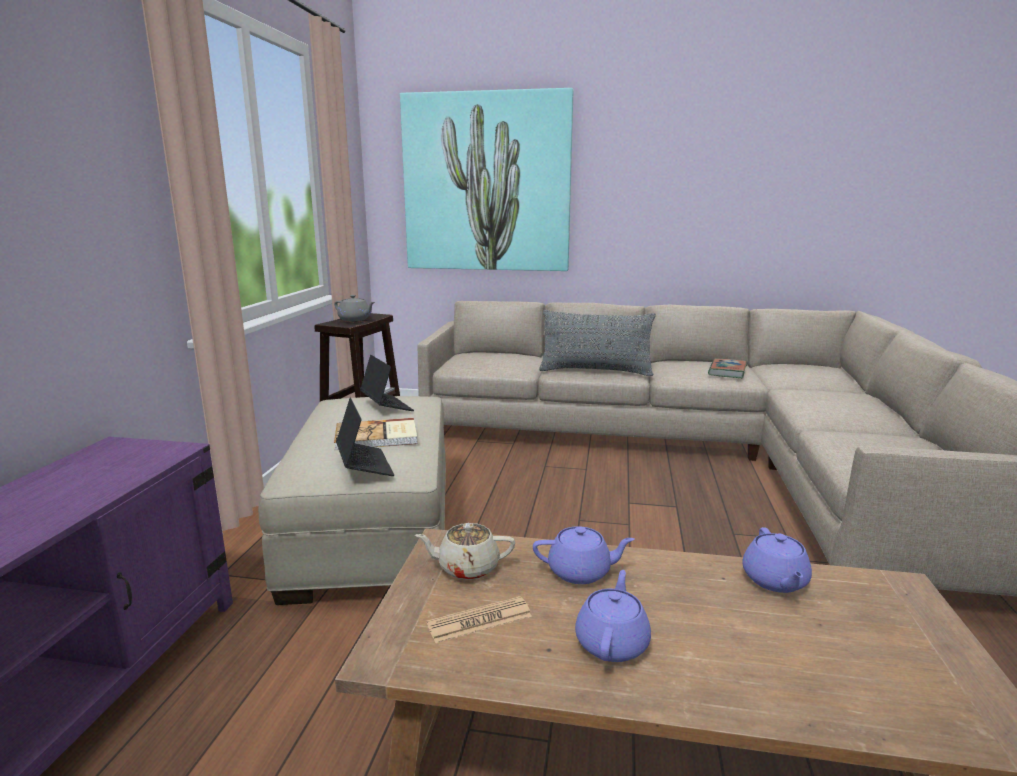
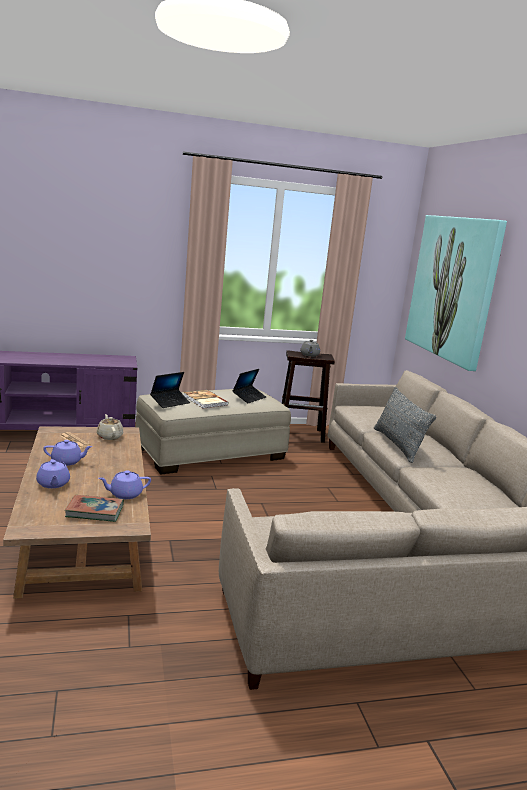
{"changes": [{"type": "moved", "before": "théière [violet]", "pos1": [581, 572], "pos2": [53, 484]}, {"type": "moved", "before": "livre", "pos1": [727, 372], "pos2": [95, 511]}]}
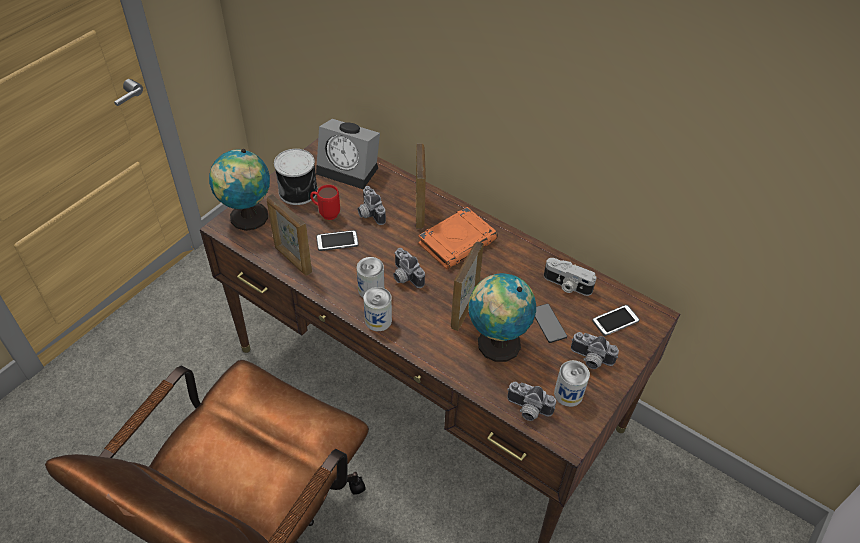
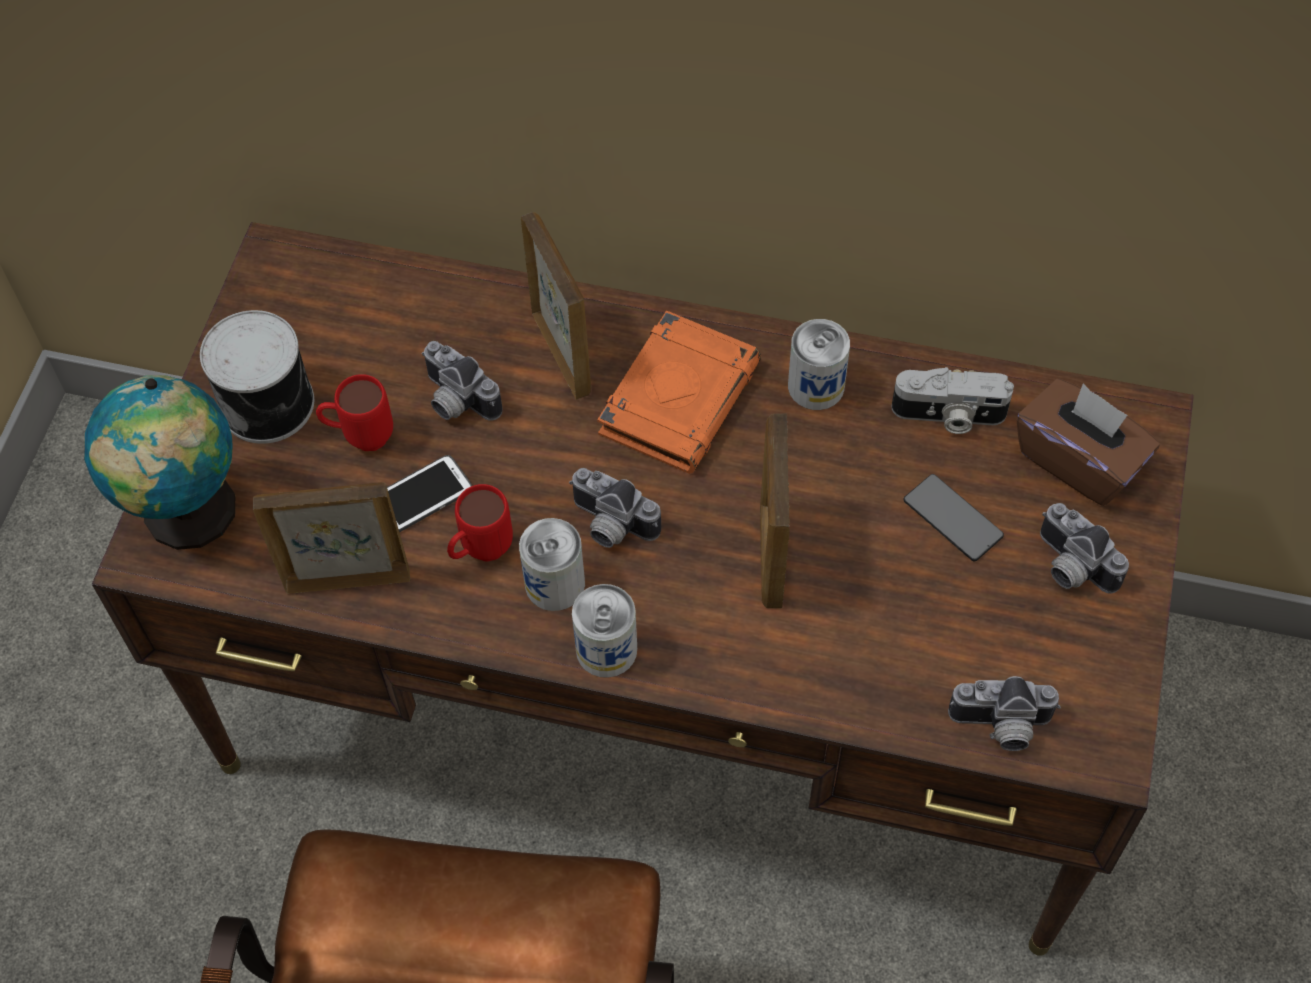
{"changes": [{"type": "removed", "before": "réveil", "pos1": [350, 169]}, {"type": "removed", "before": "globe", "pos1": [495, 344]}, {"type": "added", "after": "mug [rouge]", "pos2": [480, 552]}, {"type": "moved", "before": "boîte métallique", "pos1": [568, 394], "pos2": [816, 386]}, {"type": "replaced", "before": "téléphone", "after": "boîte à mouchoirs [marron]", "pos1": [615, 321], "pos2": [1079, 460]}, {"type": "turned", "before": "cadre photo", "pos1": [292, 260], "pos2": [347, 579], "turn": 150}, {"type": "turned", "before": "appareil photo", "pos1": [590, 360], "pos2": [1069, 567], "turn": 45}]}
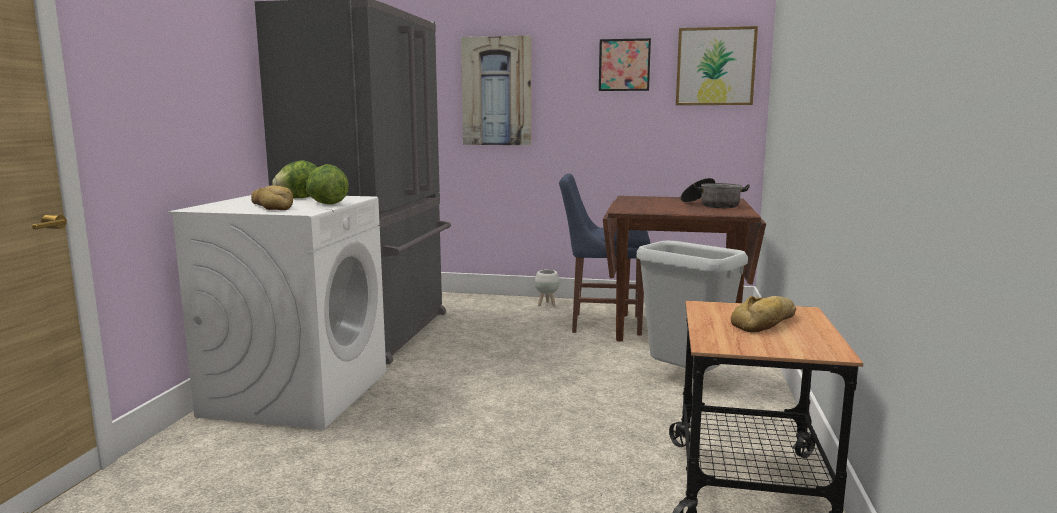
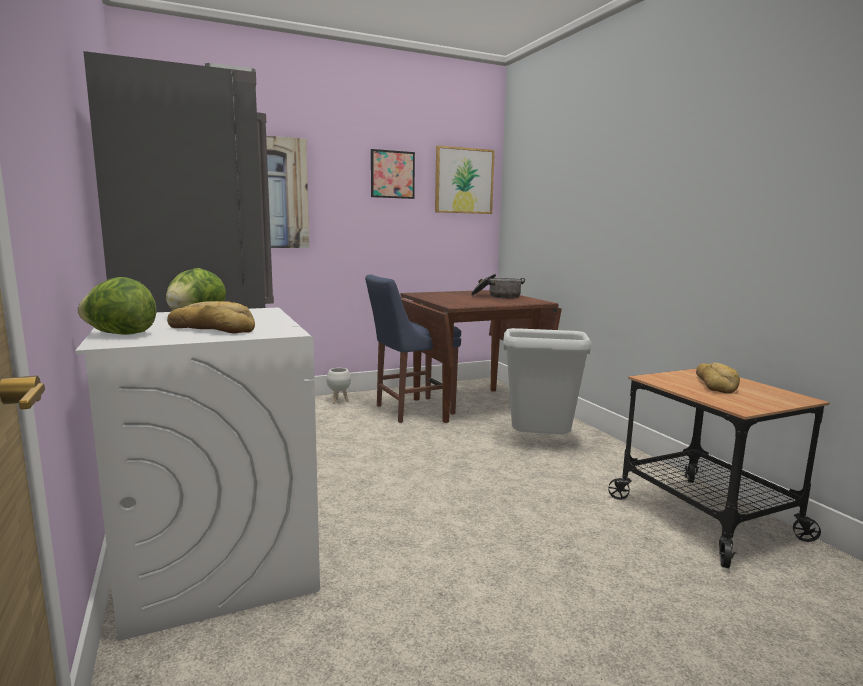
{"changes": [{"type": "moved", "before": "laitue", "pos1": [327, 204], "pos2": [120, 334]}]}
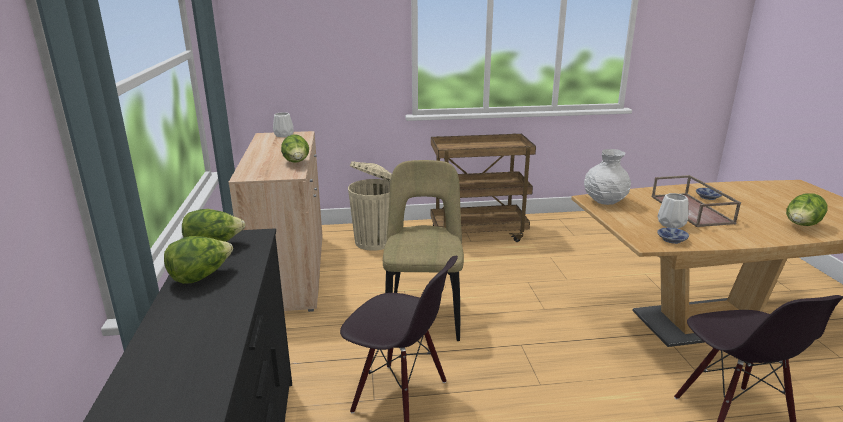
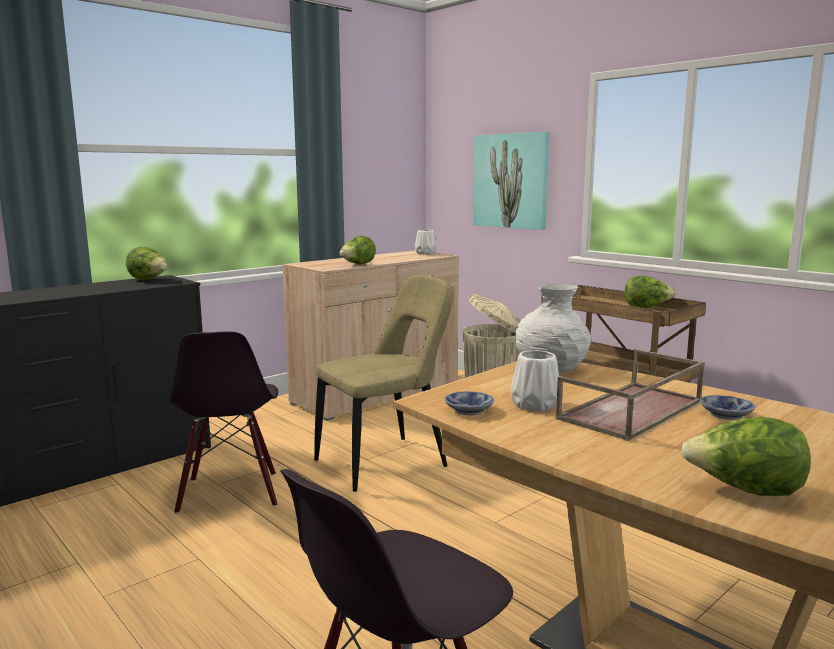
{"changes": [{"type": "added", "after": "tableau", "pos2": [510, 181]}, {"type": "moved", "before": "laitue", "pos1": [201, 276], "pos2": [646, 308]}]}
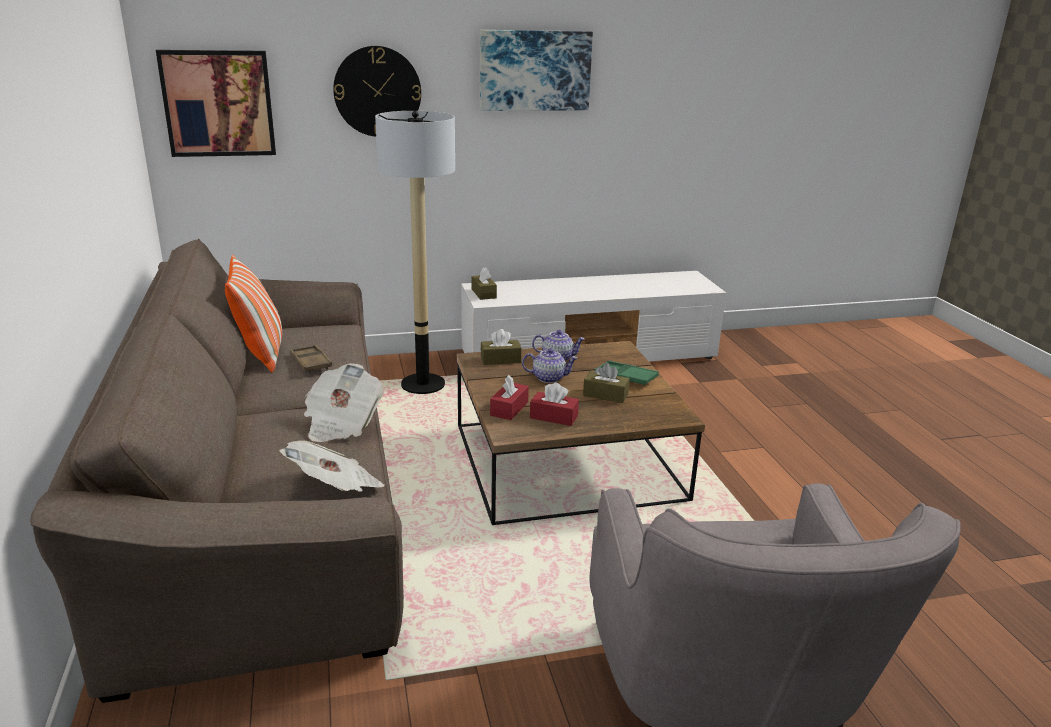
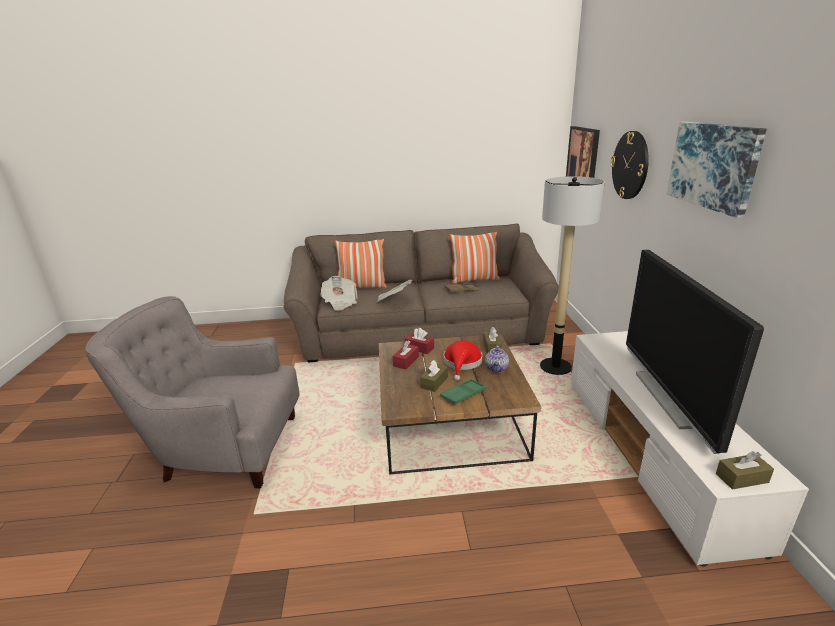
{"changes": [{"type": "added", "after": "coussin", "pos2": [362, 287]}, {"type": "added", "after": "téléviseur", "pos2": [670, 398]}, {"type": "moved", "before": "boîte à mouchoirs [marron]", "pos1": [483, 293], "pos2": [742, 478]}, {"type": "replaced", "before": "théière", "after": "chapeau [rouge]", "pos1": [549, 378], "pos2": [462, 363]}]}
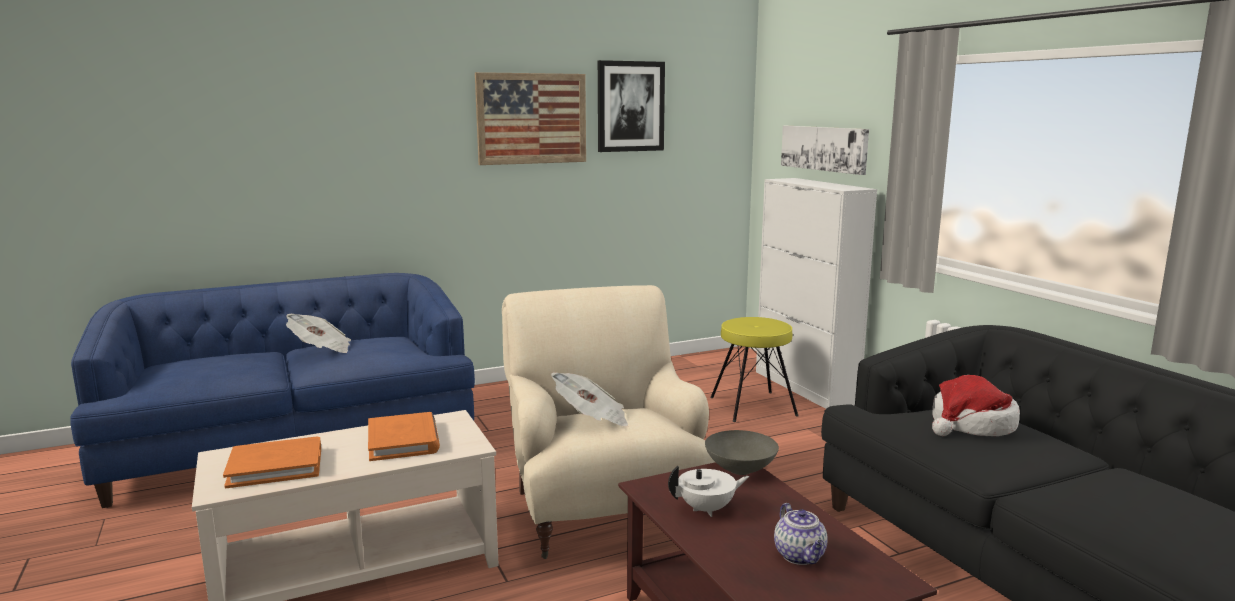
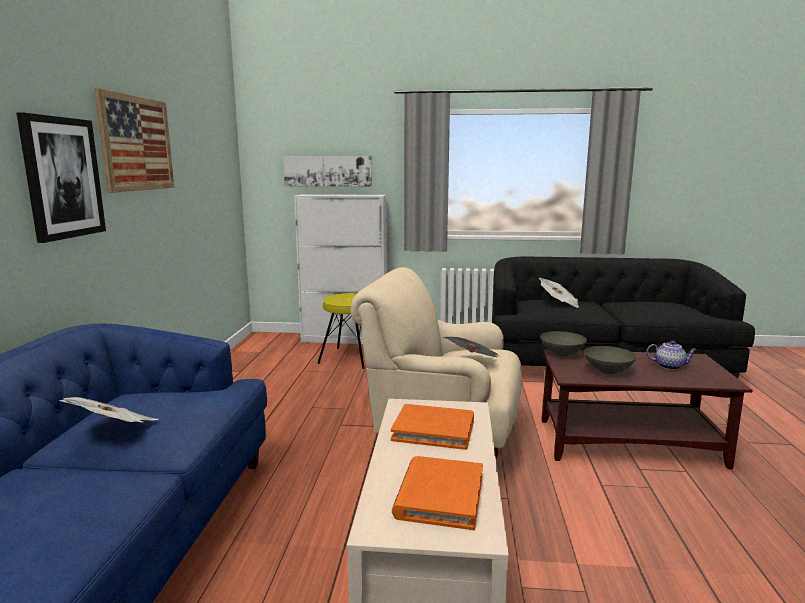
{"changes": [{"type": "moved", "before": "tableau", "pos1": [630, 106], "pos2": [62, 178]}, {"type": "replaced", "before": "théière [blanc]", "after": "bol [gris]", "pos1": [707, 509], "pos2": [608, 371]}, {"type": "replaced", "before": "chapeau", "after": "journal", "pos1": [971, 425], "pos2": [559, 303]}]}
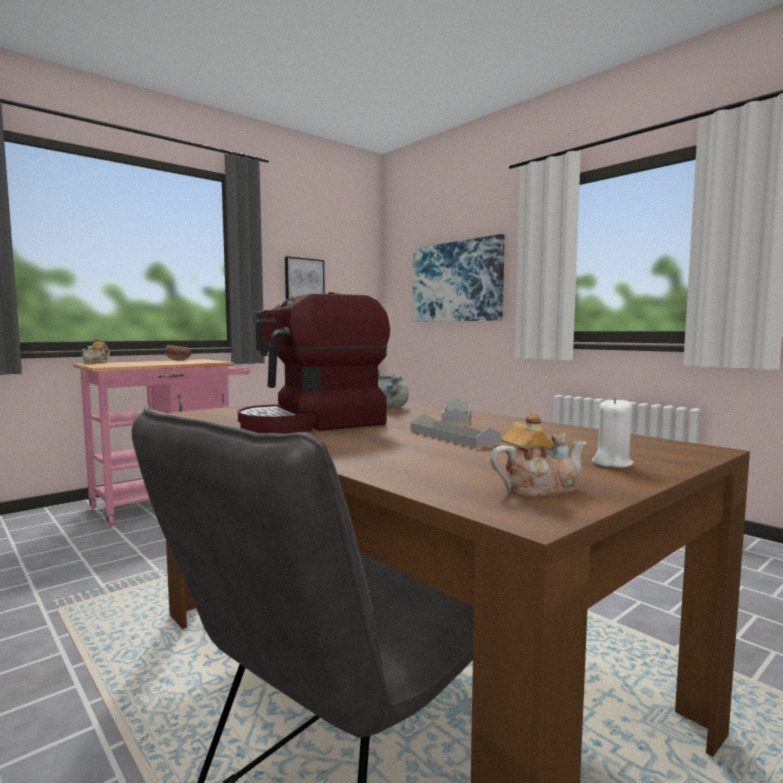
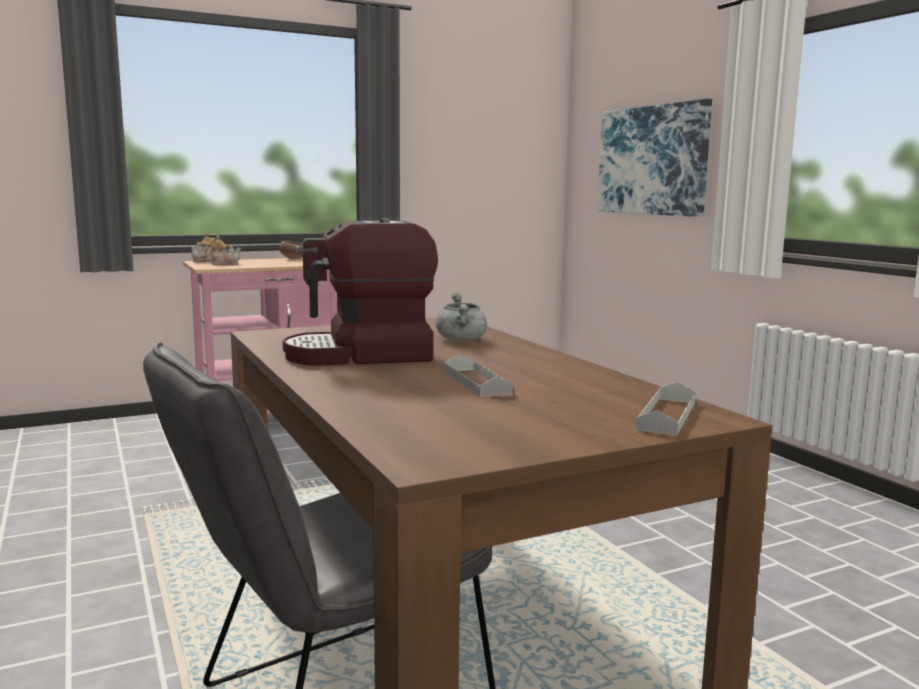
{"changes": [{"type": "removed", "before": "tableau", "pos1": [304, 280]}, {"type": "removed", "before": "bougie [blanc]", "pos1": [611, 463]}, {"type": "moved", "before": "plateau [gris]", "pos1": [456, 416], "pos2": [667, 416]}, {"type": "moved", "before": "théière", "pos1": [537, 488], "pos2": [224, 264]}]}
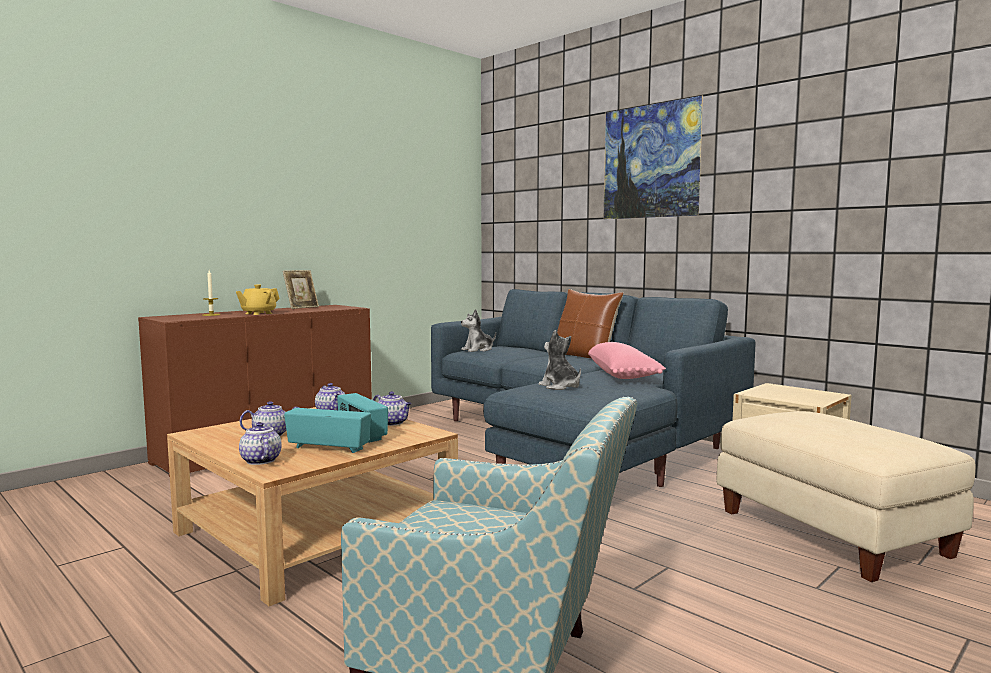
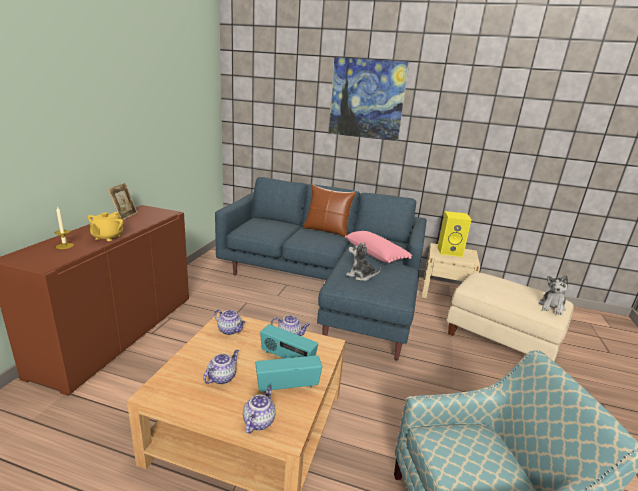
{"changes": [{"type": "added", "after": "enceinte [jaune]", "pos2": [450, 251]}, {"type": "moved", "before": "peluche", "pos1": [478, 350], "pos2": [551, 307]}, {"type": "turned", "before": "théière", "pos1": [260, 460], "pos2": [259, 421], "turn": 75}]}
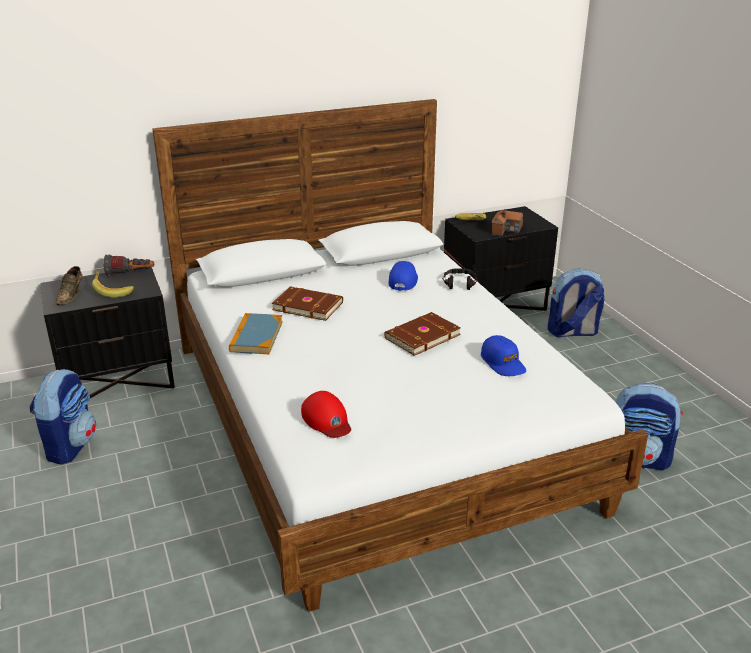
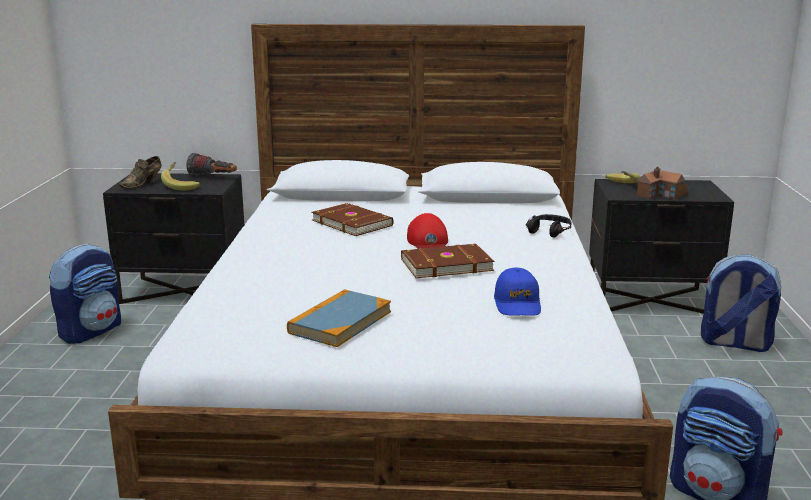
{"changes": [{"type": "removed", "before": "casquette [bleu]", "pos1": [403, 281]}, {"type": "moved", "before": "livre", "pos1": [256, 336], "pos2": [340, 322]}, {"type": "moved", "before": "casquette [rouge]", "pos1": [327, 420], "pos2": [428, 241]}]}
